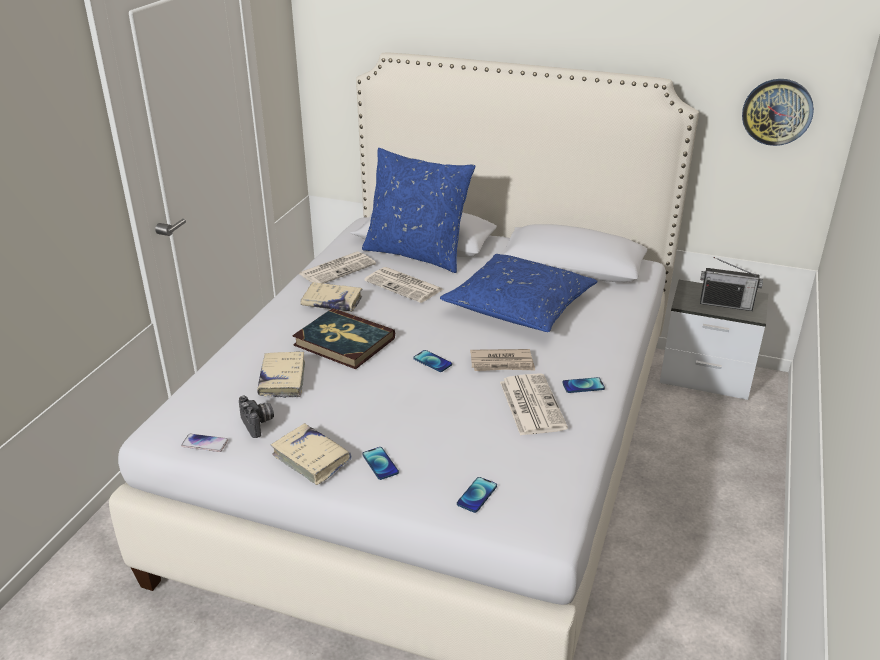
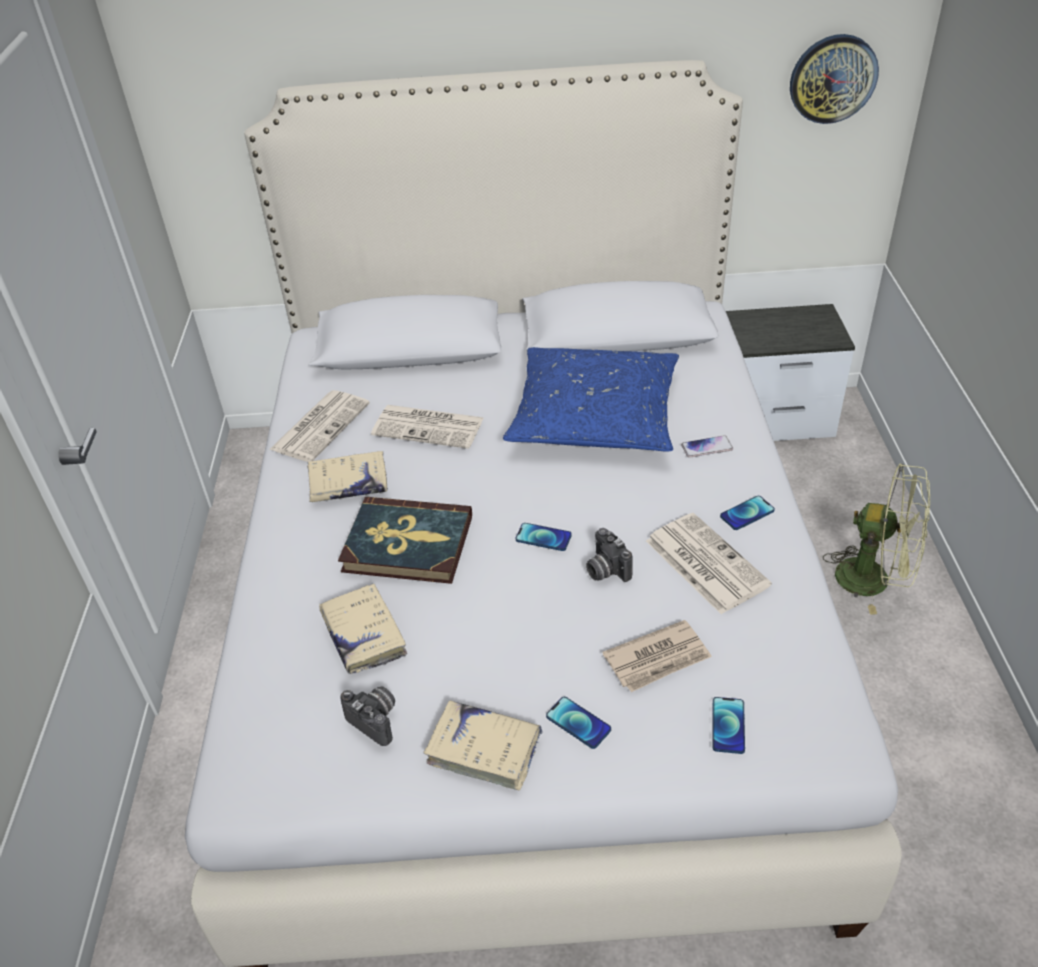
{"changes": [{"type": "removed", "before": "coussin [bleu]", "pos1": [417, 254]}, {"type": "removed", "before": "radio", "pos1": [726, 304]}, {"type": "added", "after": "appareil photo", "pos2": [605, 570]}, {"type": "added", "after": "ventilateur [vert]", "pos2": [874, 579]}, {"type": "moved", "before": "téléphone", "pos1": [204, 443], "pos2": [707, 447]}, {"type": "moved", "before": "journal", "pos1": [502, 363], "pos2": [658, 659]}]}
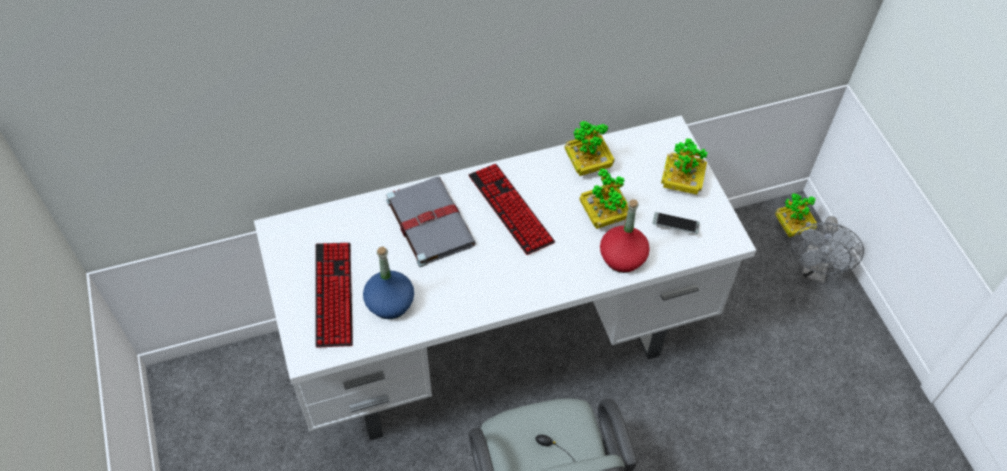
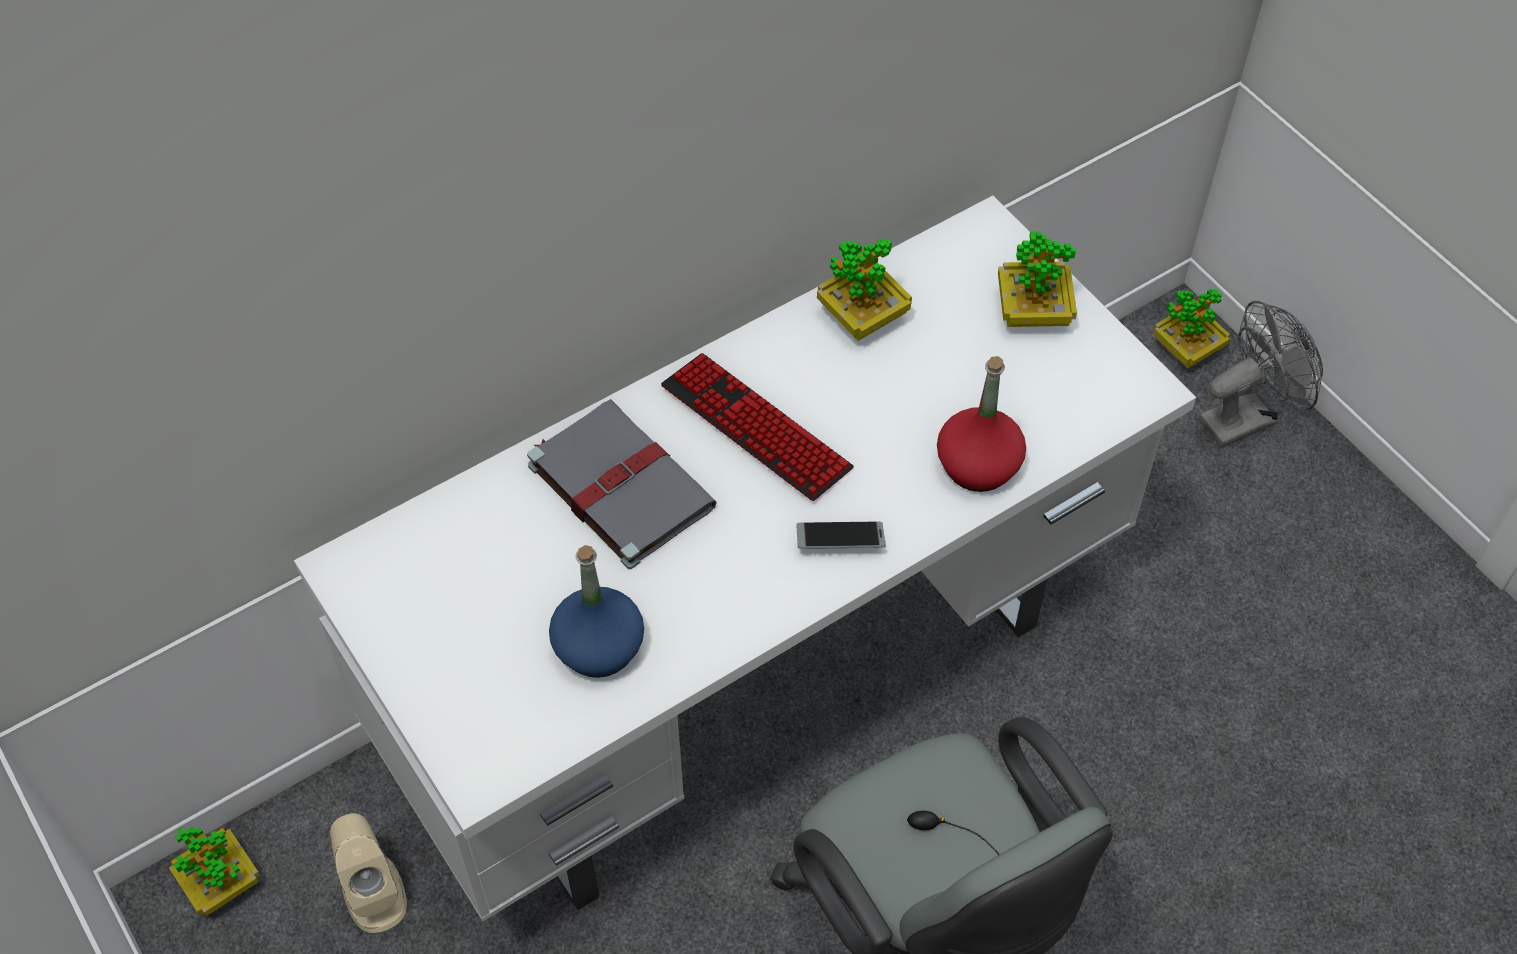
{"changes": [{"type": "removed", "before": "clavier", "pos1": [334, 295]}, {"type": "added", "after": "enceinte [beige]", "pos2": [373, 891]}, {"type": "moved", "before": "plante en pot", "pos1": [604, 215], "pos2": [221, 883]}, {"type": "moved", "before": "téléphone", "pos1": [675, 226], "pos2": [840, 540]}, {"type": "turned", "before": "ventilateur [gris]", "pos1": [814, 271], "pos2": [1246, 417], "turn": -120}]}
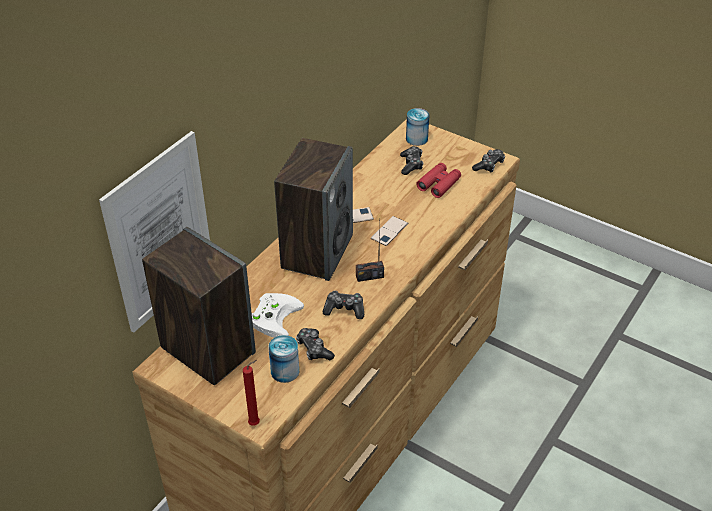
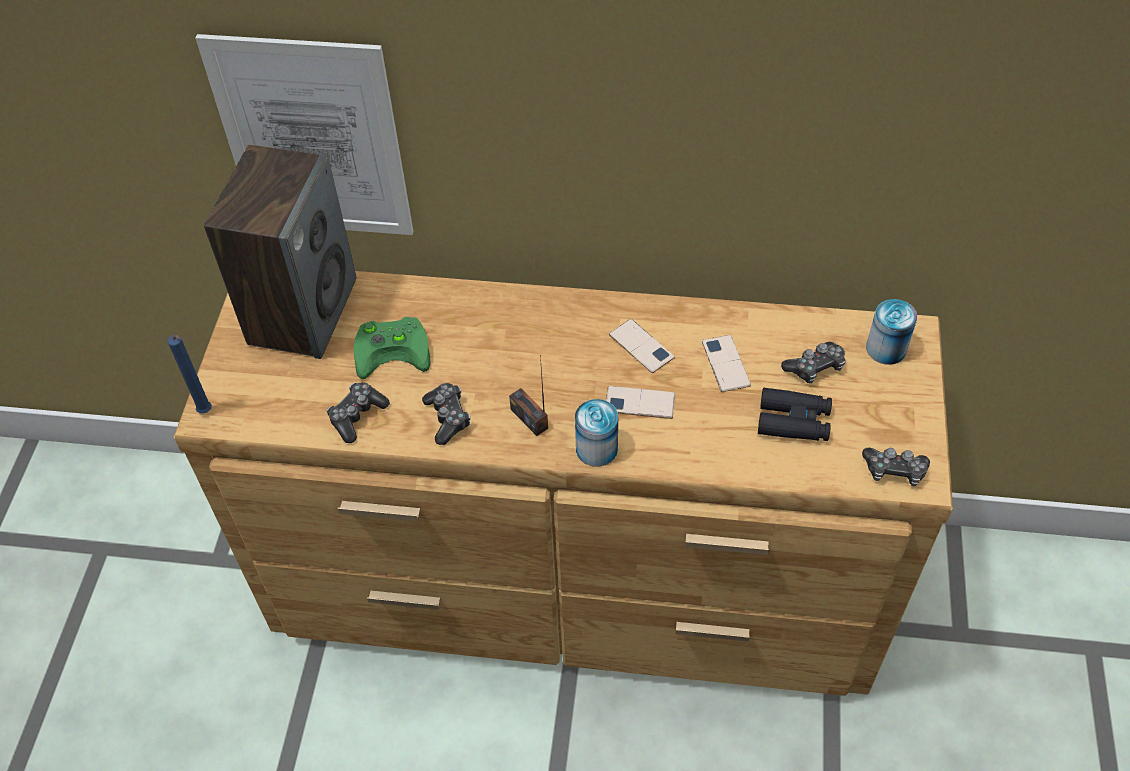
{"changes": [{"type": "removed", "before": "enceinte", "pos1": [317, 251]}, {"type": "added", "after": "téléphone", "pos2": [725, 364]}, {"type": "moved", "before": "boîte métallique", "pos1": [285, 371], "pos2": [596, 448]}, {"type": "recoloured", "before": "bougie [rouge]", "after": "bougie [bleu]", "pos1": [256, 423], "pos2": [207, 412]}, {"type": "recoloured", "before": "manette [blanc]", "after": "manette [vert]", "pos1": [274, 316], "pos2": [394, 349]}, {"type": "recoloured", "before": "jumelles [rouge]", "after": "jumelles [noir]", "pos1": [439, 184], "pos2": [794, 421]}]}
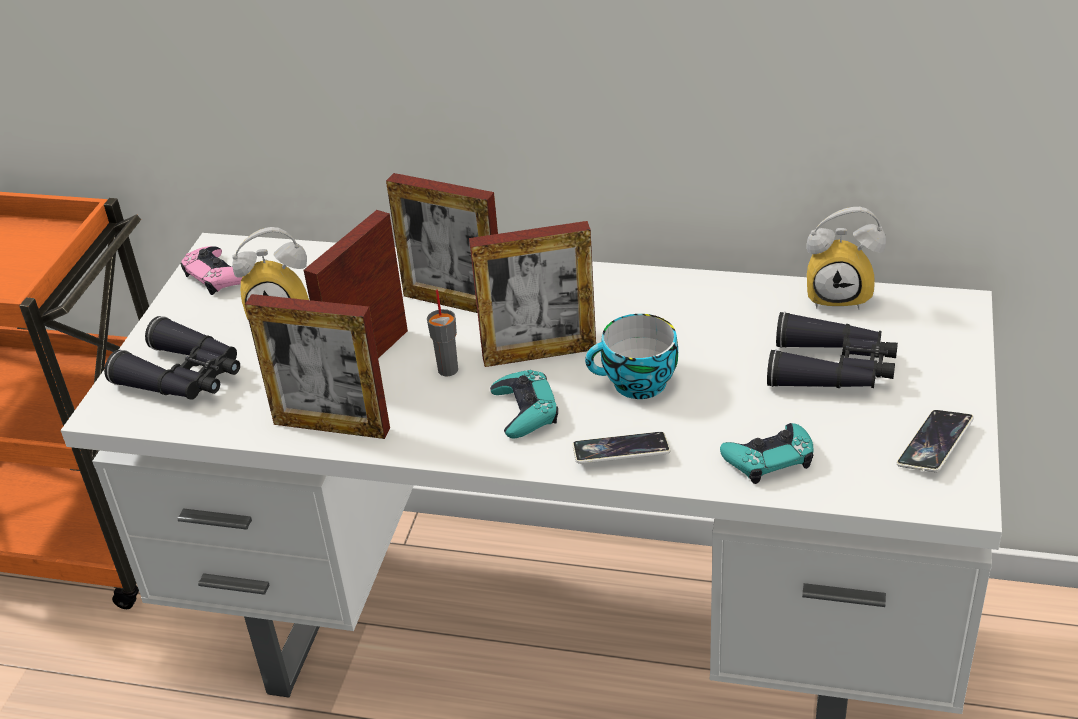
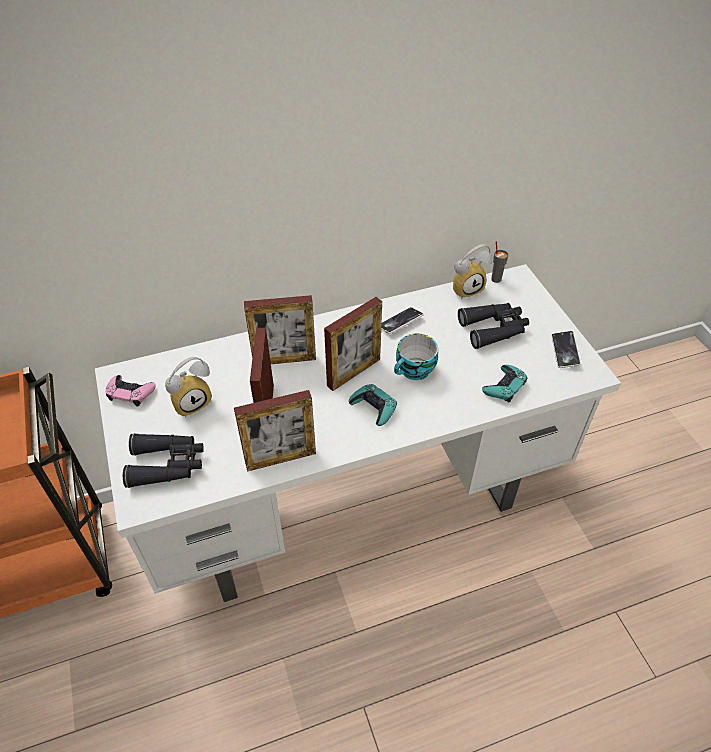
{"changes": [{"type": "moved", "before": "tasse [gris]", "pos1": [448, 369], "pos2": [496, 279]}, {"type": "moved", "before": "téléphone", "pos1": [621, 452], "pos2": [400, 322]}]}
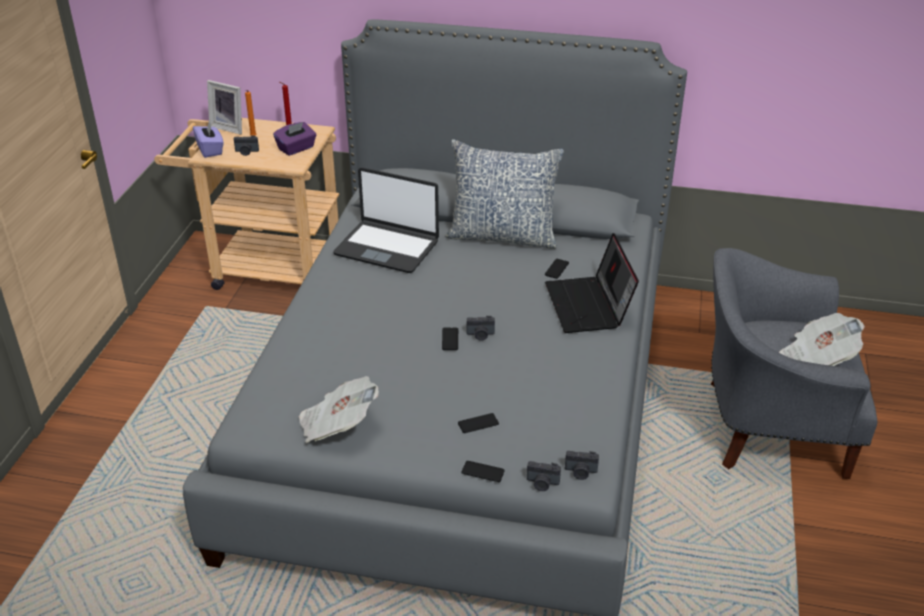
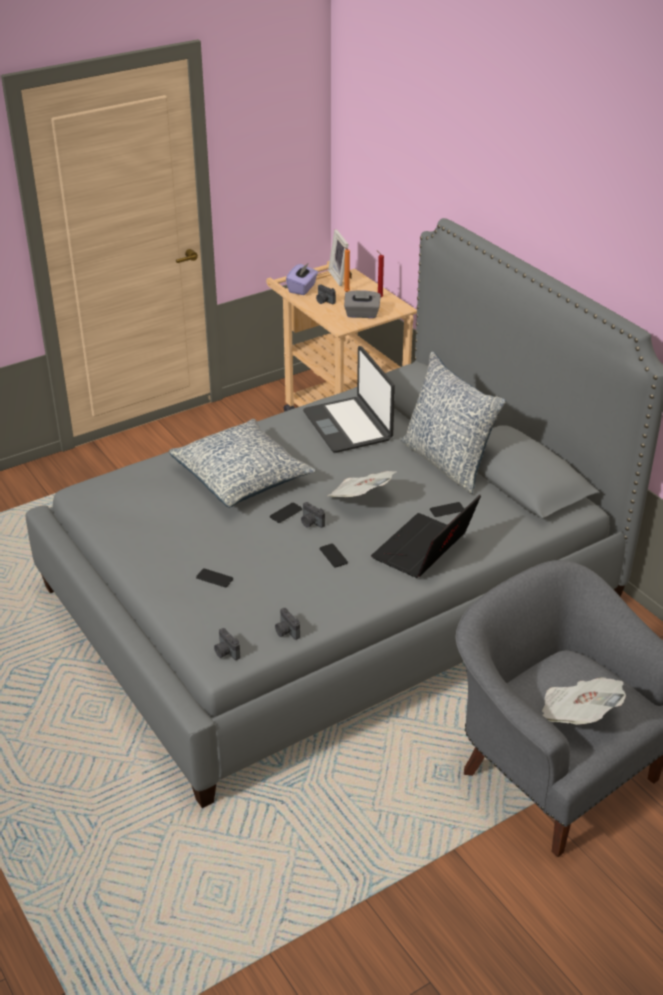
{"changes": [{"type": "added", "after": "coussin", "pos2": [242, 477]}, {"type": "moved", "before": "journal", "pos1": [337, 425], "pos2": [360, 498]}, {"type": "moved", "before": "téléphone", "pos1": [483, 472], "pos2": [333, 556]}, {"type": "moved", "before": "appareil photo", "pos1": [542, 483], "pos2": [286, 632]}, {"type": "recoloured", "before": "boîte à mouchoirs [violet]", "after": "boîte à mouchoirs [gris]", "pos1": [296, 148], "pos2": [362, 314]}]}
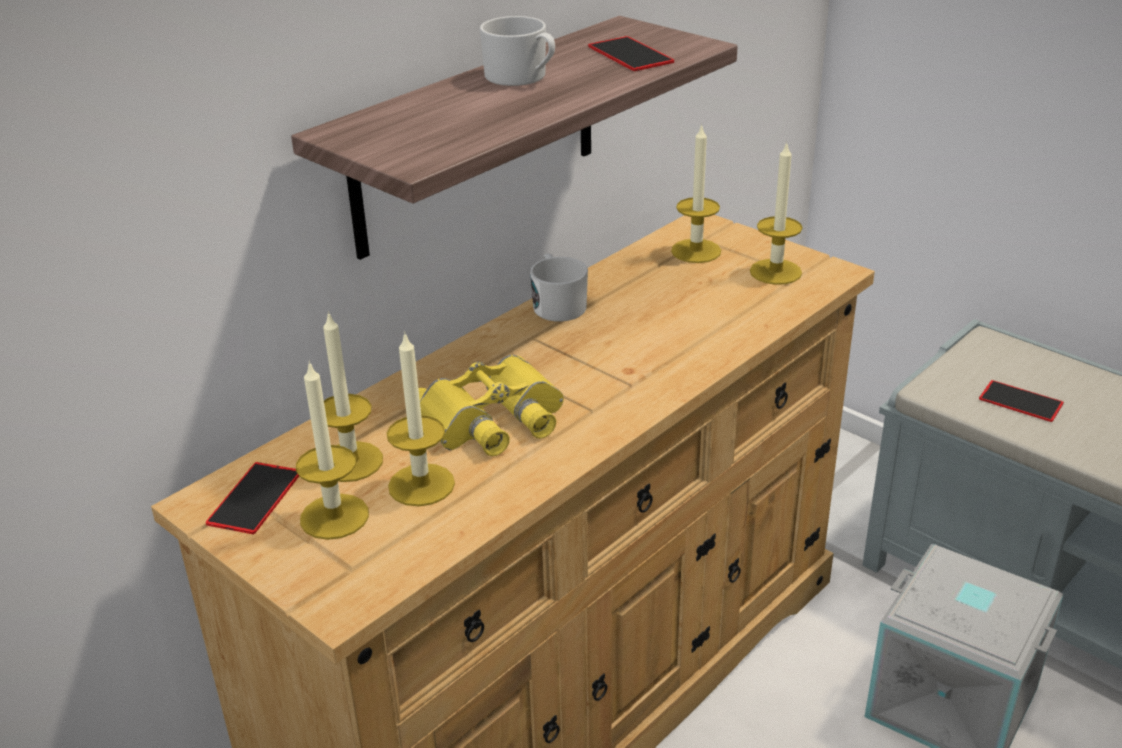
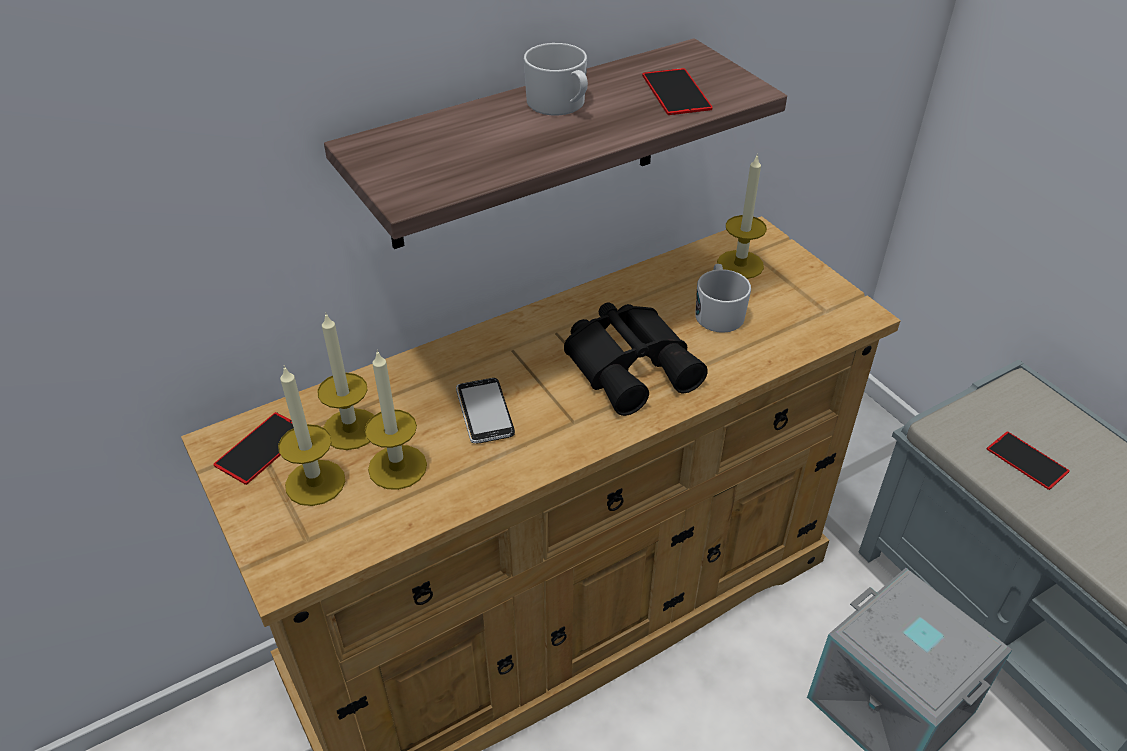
{"changes": [{"type": "removed", "before": "bougie", "pos1": [775, 272]}, {"type": "added", "after": "jumelles [noir]", "pos2": [632, 364]}, {"type": "moved", "before": "mug [blanc]", "pos1": [557, 304], "pos2": [718, 312]}, {"type": "replaced", "before": "jumelles [jaune]", "after": "téléphone", "pos1": [493, 420], "pos2": [484, 412]}]}
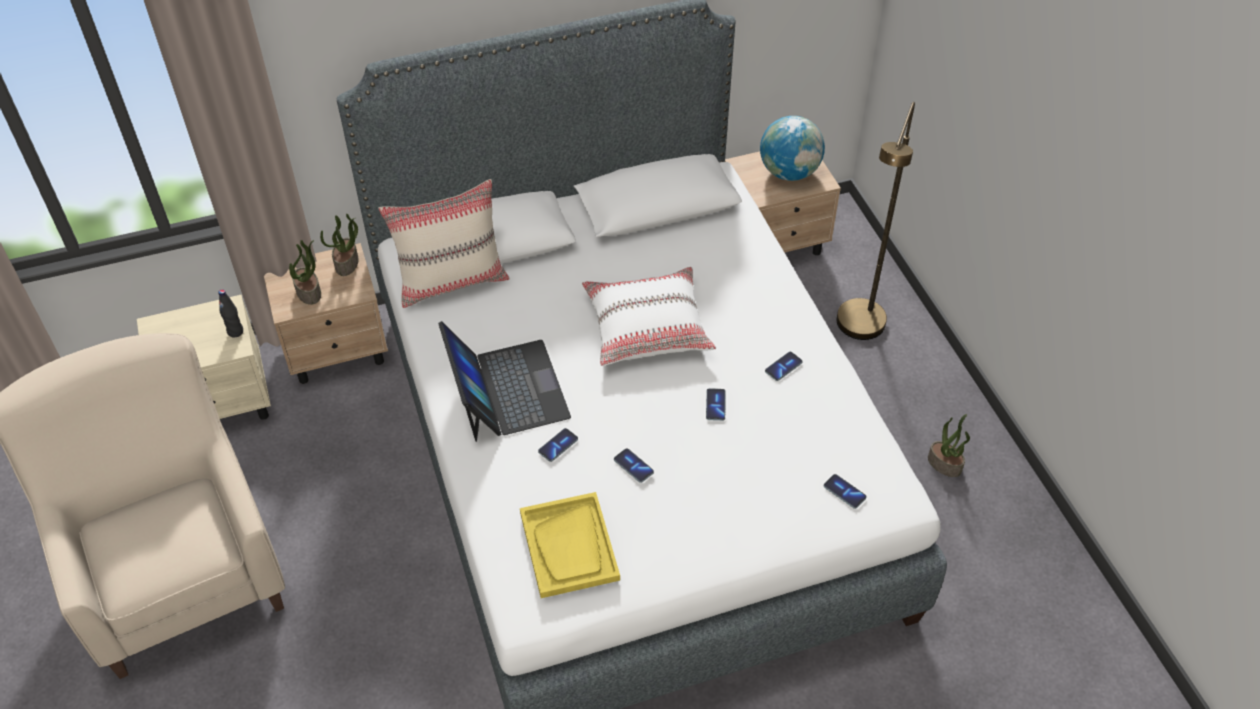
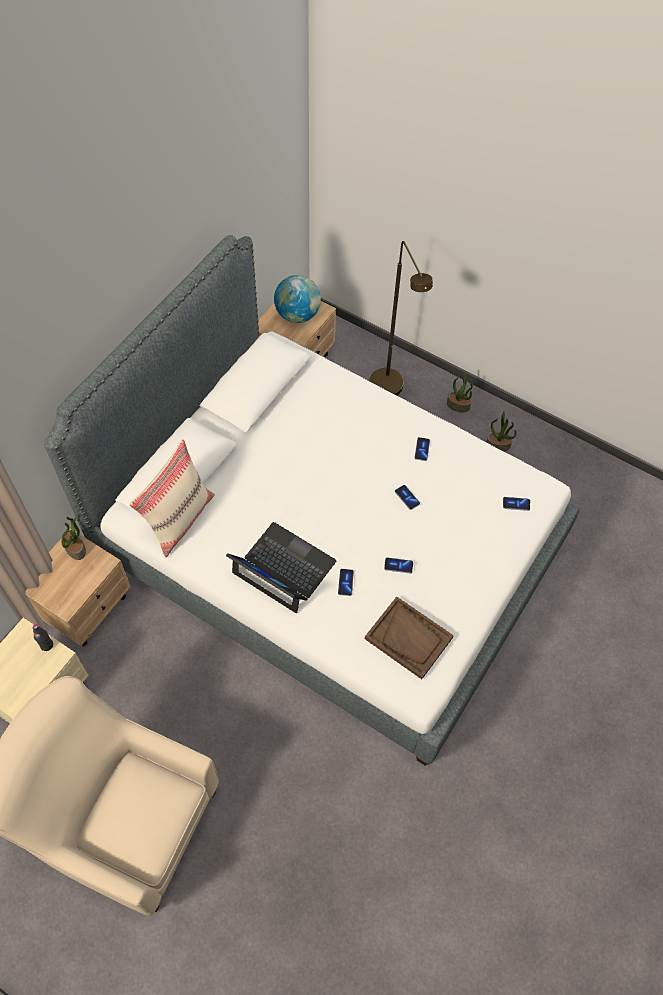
{"changes": [{"type": "removed", "before": "coussin [blanc]", "pos1": [647, 327]}, {"type": "moved", "before": "plante en pot", "pos1": [309, 292], "pos2": [458, 405]}, {"type": "recoloured", "before": "plateau [jaune]", "after": "plateau [marron]", "pos1": [569, 546], "pos2": [409, 638]}]}
